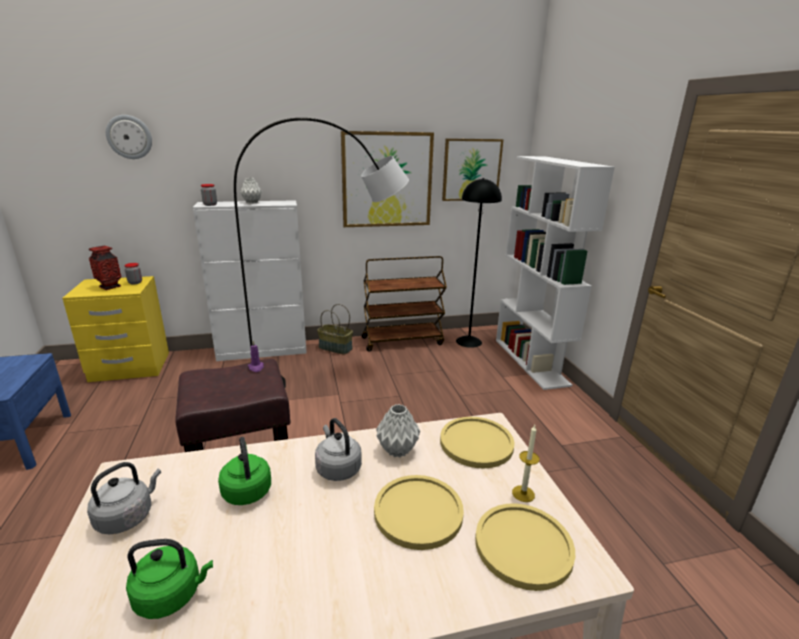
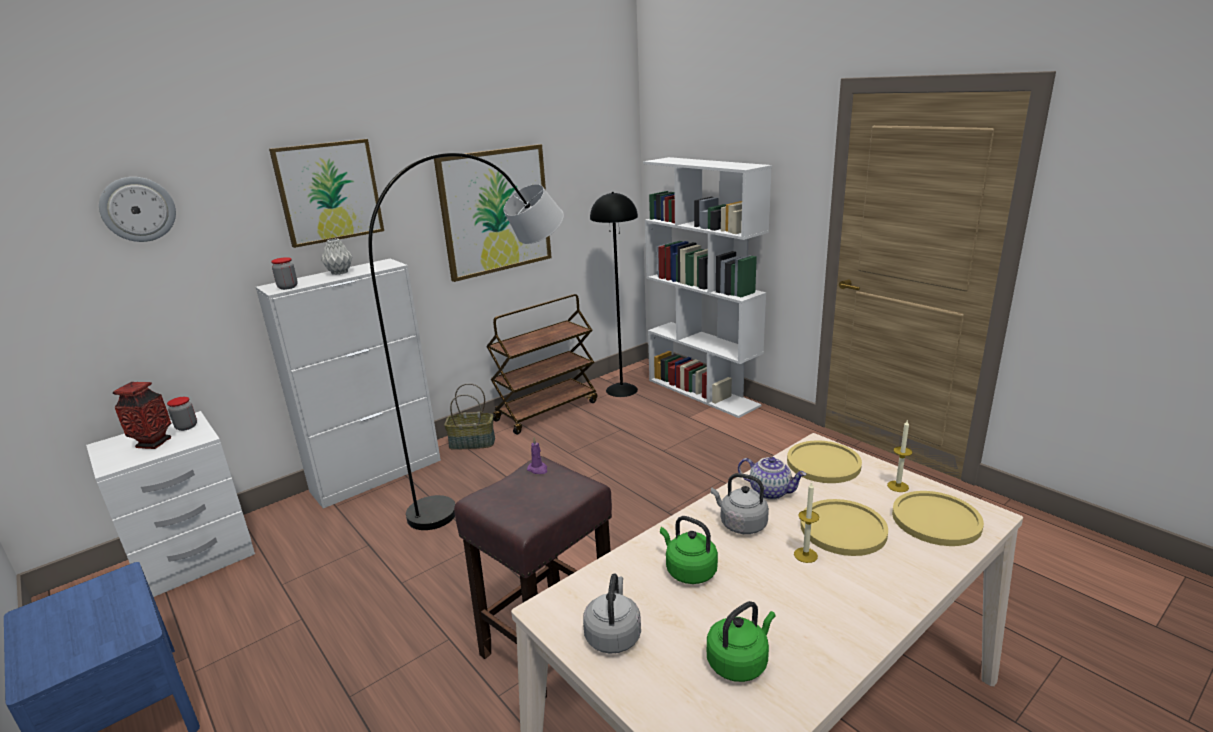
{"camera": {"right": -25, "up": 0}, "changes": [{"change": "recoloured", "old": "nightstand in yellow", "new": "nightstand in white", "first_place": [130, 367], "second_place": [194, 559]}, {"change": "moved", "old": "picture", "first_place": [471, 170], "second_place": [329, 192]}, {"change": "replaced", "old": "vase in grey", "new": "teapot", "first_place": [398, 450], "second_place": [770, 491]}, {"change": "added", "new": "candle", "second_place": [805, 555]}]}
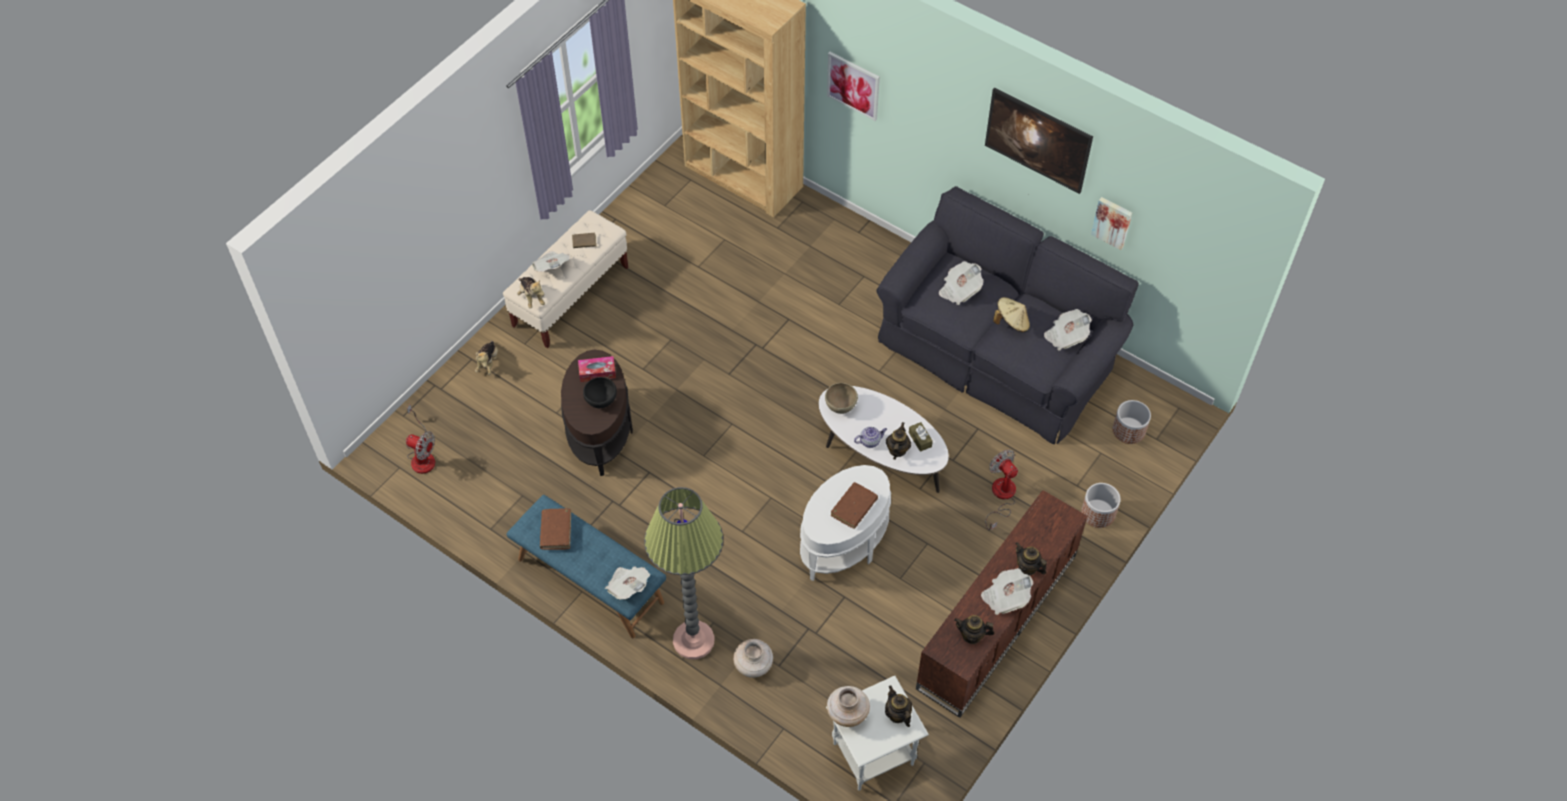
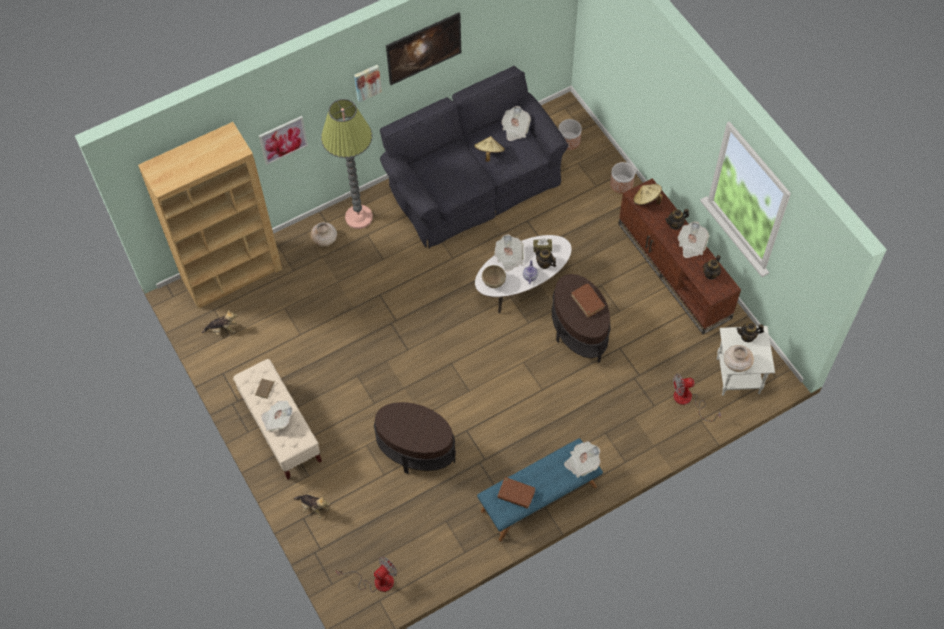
{"camera": {"right": -65, "up": 5}, "changes": [{"change": "moved", "old": "plush toy", "first_place": [531, 297], "second_place": [222, 329]}, {"change": "moved", "old": "vase in beige", "first_place": [753, 665], "second_place": [325, 240]}, {"change": "moved", "old": "floor lamp", "first_place": [693, 640], "second_place": [359, 217]}, {"change": "moved", "old": "picture", "first_place": [1112, 222], "second_place": [367, 82]}, {"change": "moved", "old": "newspaper", "first_place": [959, 290], "second_place": [509, 257]}, {"change": "recoloured", "old": "side table in white", "new": "side table in brown", "first_place": [844, 543], "second_place": [579, 332]}, {"change": "added", "new": "hat in beige", "second_place": [646, 200]}, {"change": "moved", "old": "fan", "first_place": [1001, 496], "second_place": [688, 400]}, {"change": "removed", "old": "tissue box", "first_place": [597, 372]}, {"change": "removed", "old": "bowl in black", "first_place": [601, 401]}]}
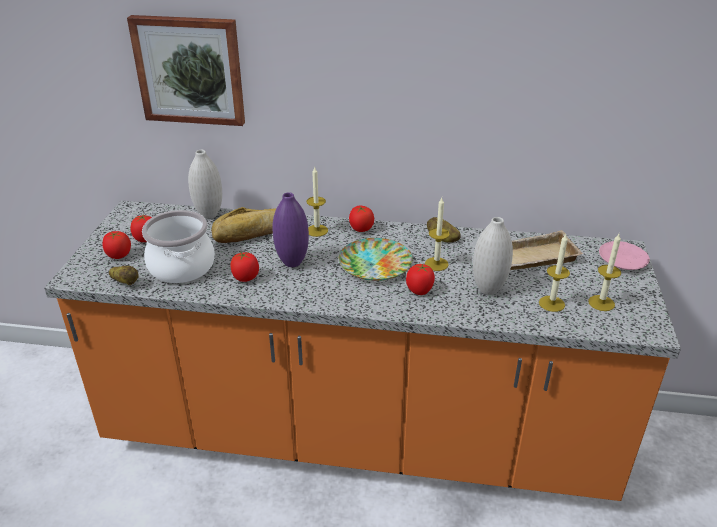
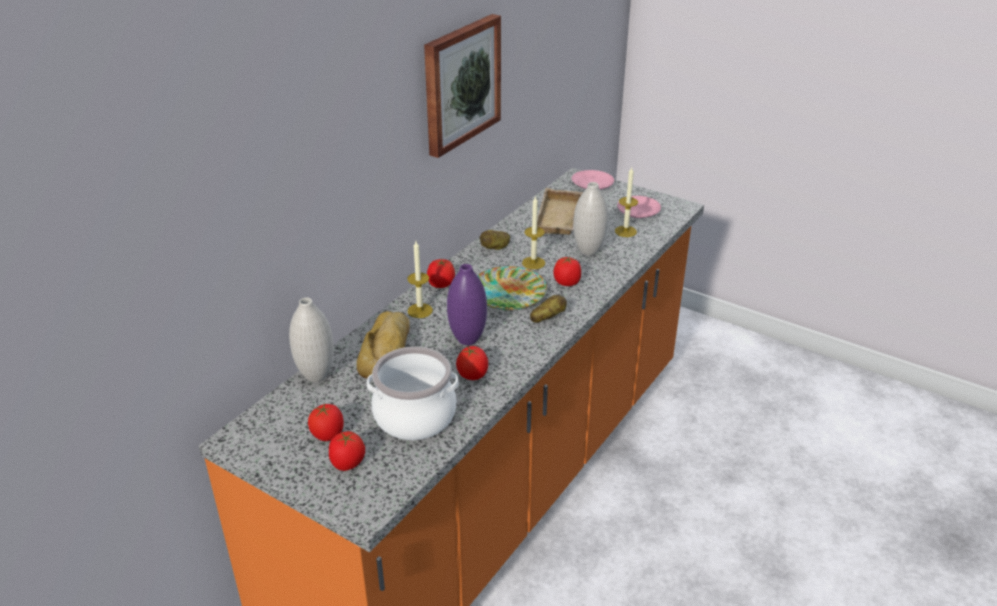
{"camera": {"right": -65, "up": 0}, "changes": [{"change": "moved", "old": "picture", "first_place": [190, 70], "second_place": [460, 84]}, {"change": "moved", "old": "potato", "first_place": [126, 282], "second_place": [547, 318]}, {"change": "replaced", "old": "candle", "new": "plate in pink", "first_place": [601, 303], "second_place": [638, 212]}]}
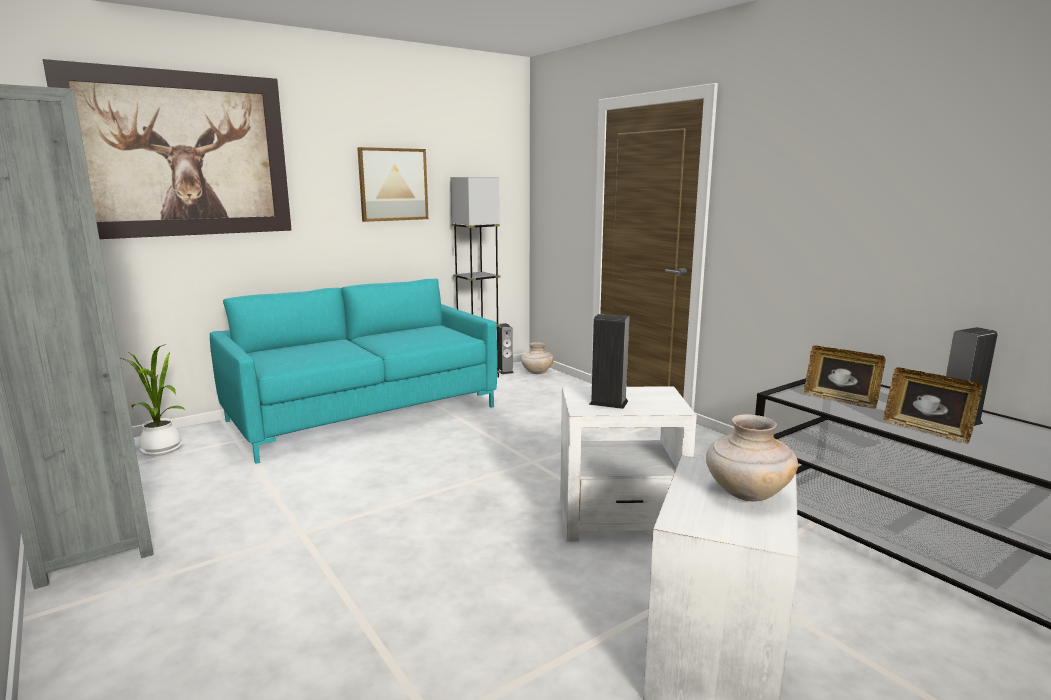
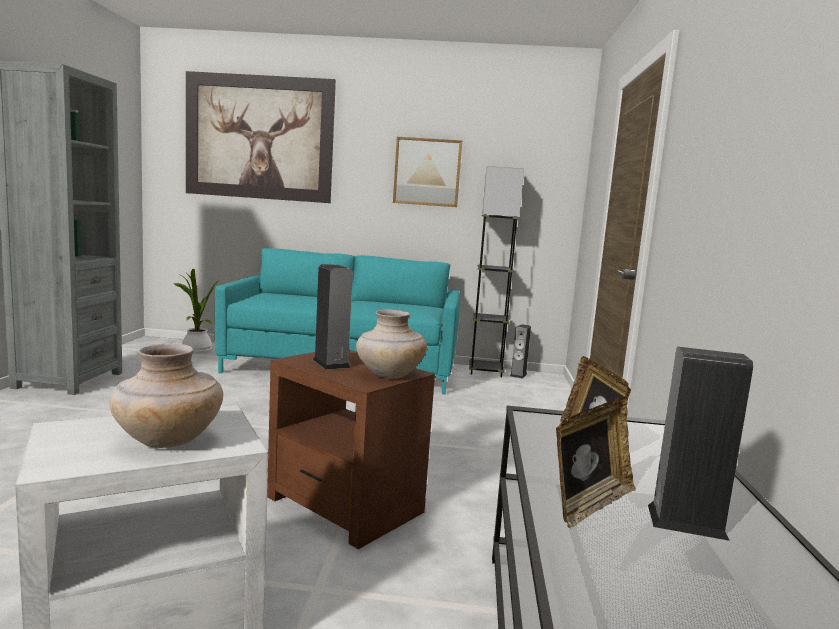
{"camera": {"right": 40, "up": -5}, "changes": [{"change": "recoloured", "old": "side table in white", "new": "side table in brown", "first_place": [621, 518], "second_place": [345, 505]}, {"change": "moved", "old": "vase in beige", "first_place": [537, 372], "second_place": [389, 375]}, {"change": "turned", "old": "picture frame", "first_place": [926, 431], "second_place": [589, 504], "degrees": -135}]}
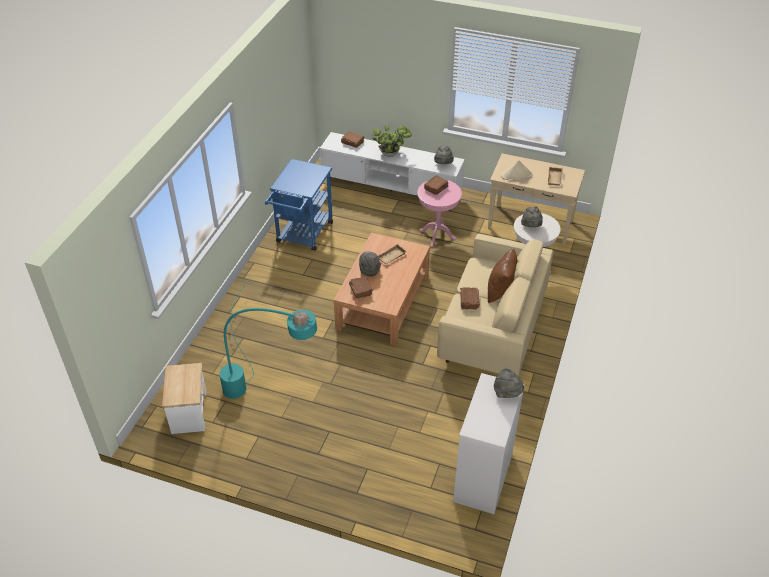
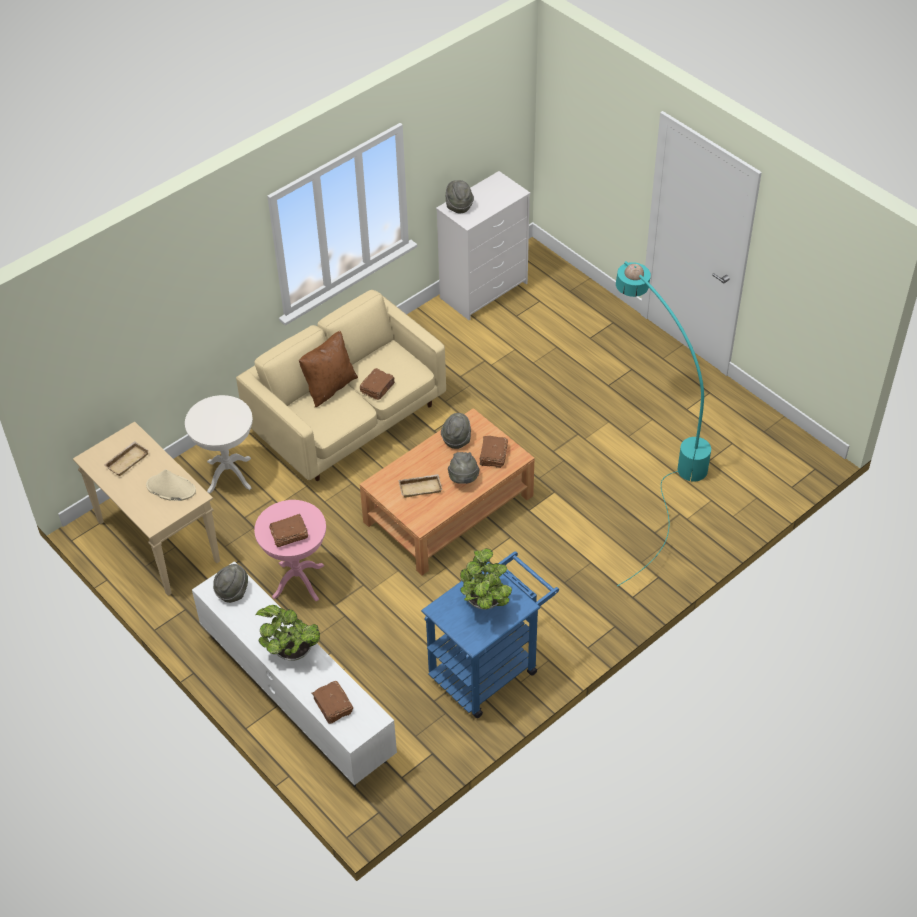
{"camera": {"right": -150, "up": 5}, "changes": [{"change": "moved", "old": "hat in grey", "first_place": [531, 226], "second_place": [456, 439]}, {"change": "added", "new": "potted plant", "second_place": [485, 604]}, {"change": "removed", "old": "side table", "first_place": [190, 412]}]}
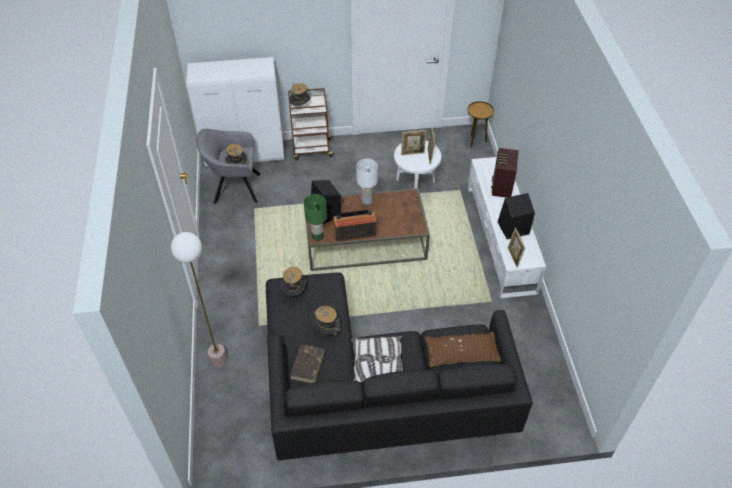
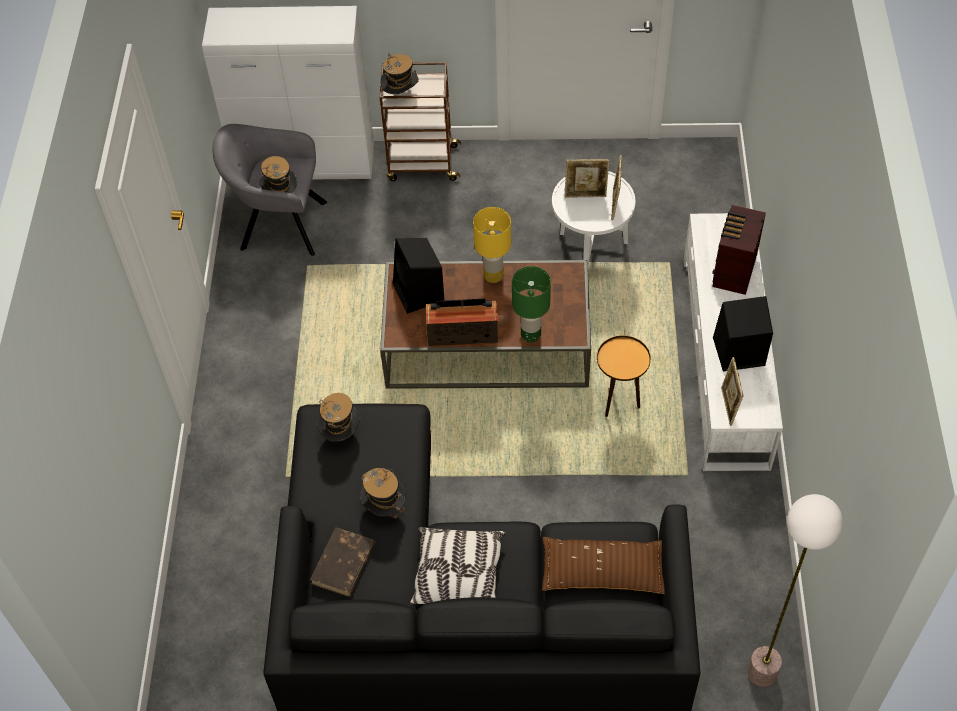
{"camera": {"right": 10, "up": 5}, "changes": [{"change": "recoloured", "old": "table lamp in white", "new": "table lamp in yellow", "first_place": [366, 200], "second_place": [492, 275]}, {"change": "moved", "old": "table lamp in green", "first_place": [317, 236], "second_place": [530, 334]}, {"change": "moved", "old": "side table in brown", "first_place": [476, 141], "second_place": [619, 404]}, {"change": "moved", "old": "floor lamp", "first_place": [218, 360], "second_place": [761, 672]}]}
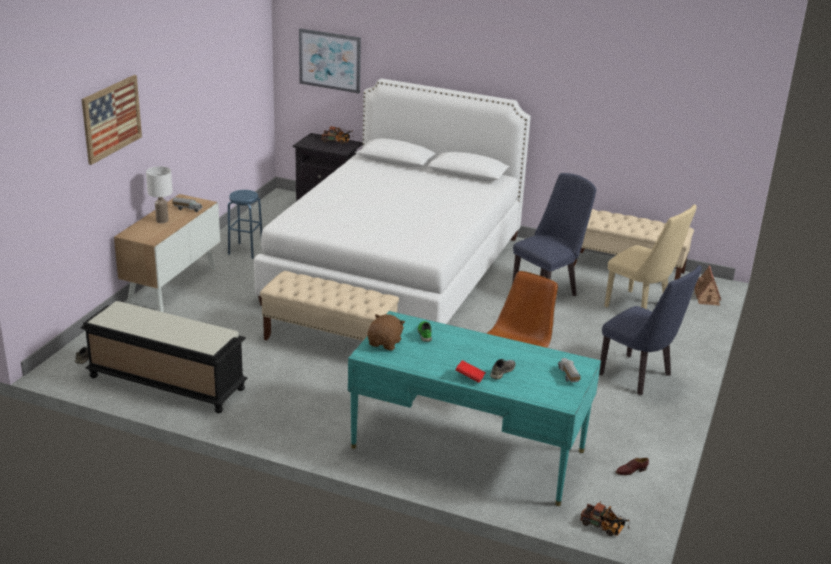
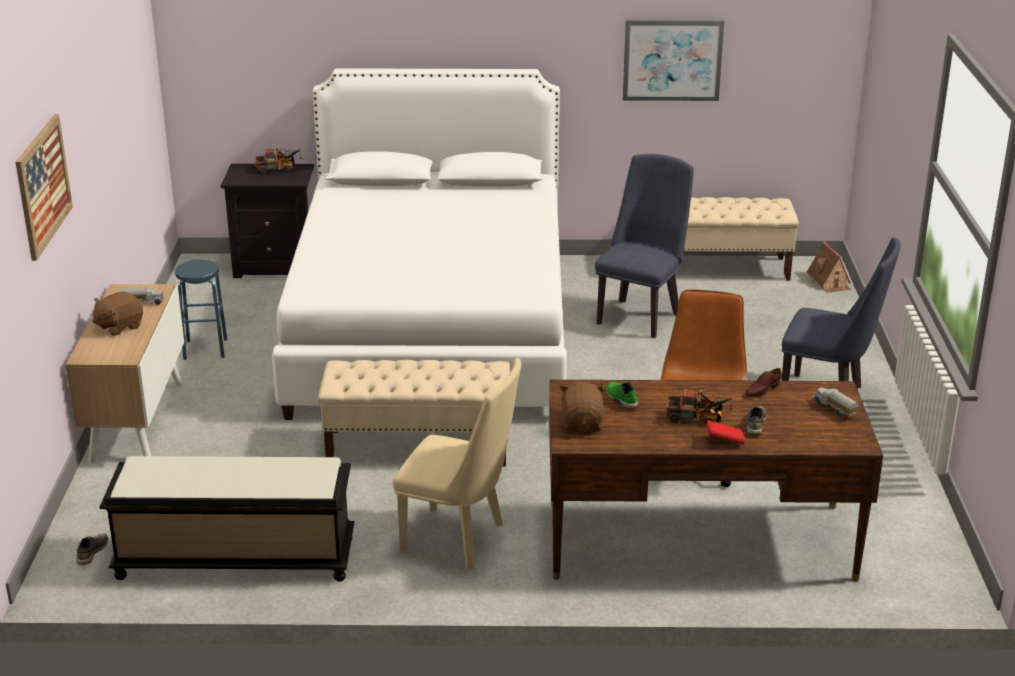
{"camera": {"right": -20, "up": 0}, "changes": [{"change": "replaced", "old": "table lamp in white", "new": "plush toy in brown", "first_place": [162, 220], "second_place": [119, 327]}, {"change": "moved", "old": "chair in beige", "first_place": [641, 308], "second_place": [461, 540]}, {"change": "recoloured", "old": "desk in turquoise", "new": "desk in brown", "first_place": [468, 449], "second_place": [699, 541]}, {"change": "moved", "old": "picture", "first_place": [330, 60], "second_place": [672, 60]}, {"change": "moved", "old": "toy truck", "first_place": [604, 527], "second_place": [698, 419]}, {"change": "moved", "old": "shoe in brown", "first_place": [631, 471], "second_place": [762, 390]}]}
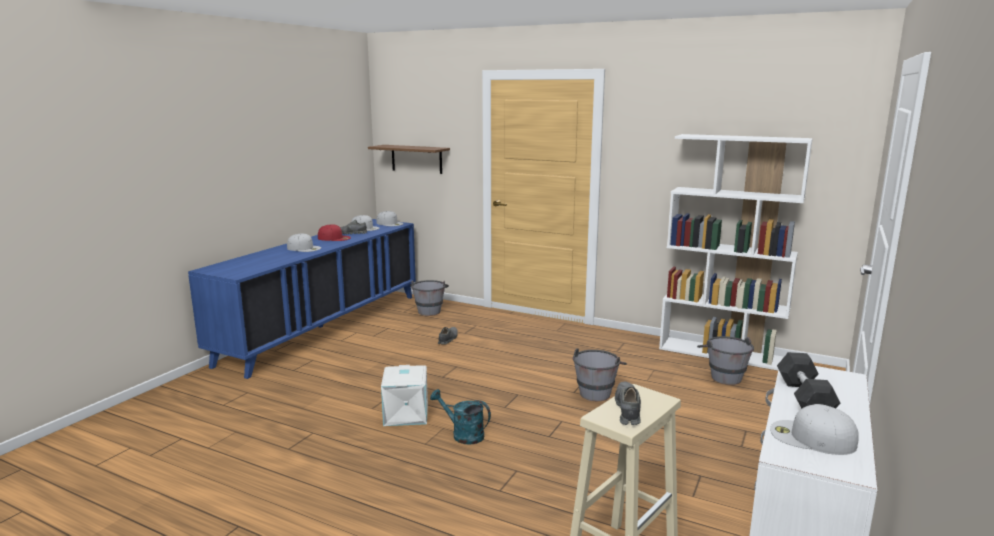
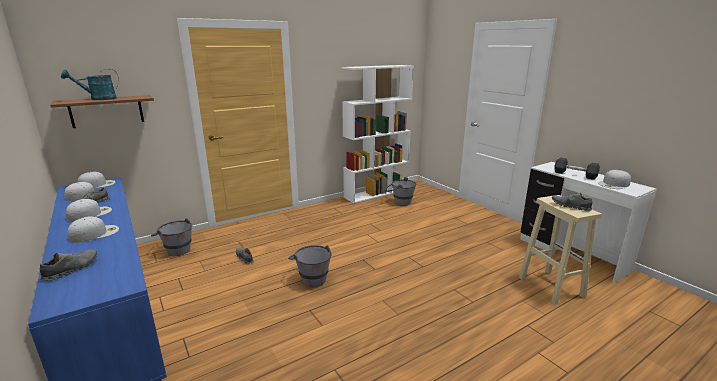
{"camera": {"right": -60, "up": 5}, "changes": [{"change": "added", "new": "shoe in grey", "second_place": [71, 269]}, {"change": "moved", "old": "watering can in turquoise", "first_place": [463, 434], "second_place": [98, 99]}, {"change": "recoloured", "old": "cap in red", "new": "cap in white", "first_place": [334, 238], "second_place": [90, 213]}, {"change": "moved", "old": "bucket in grey", "first_place": [597, 391], "second_place": [311, 277]}, {"change": "removed", "old": "storage box in white", "first_place": [407, 414]}]}
